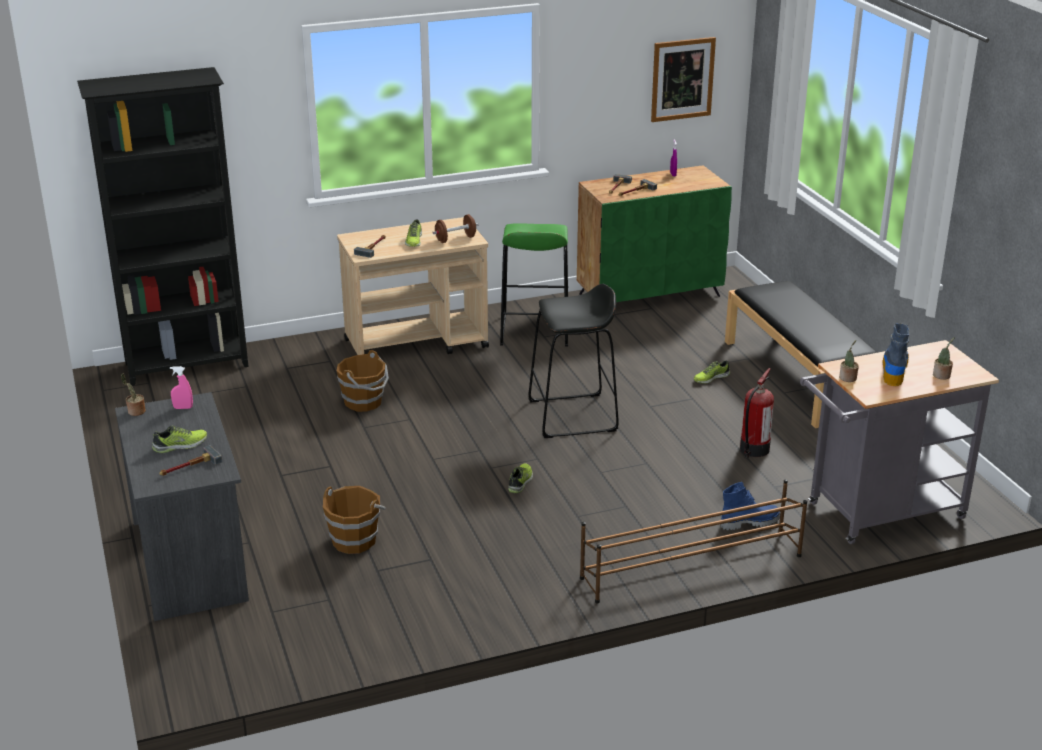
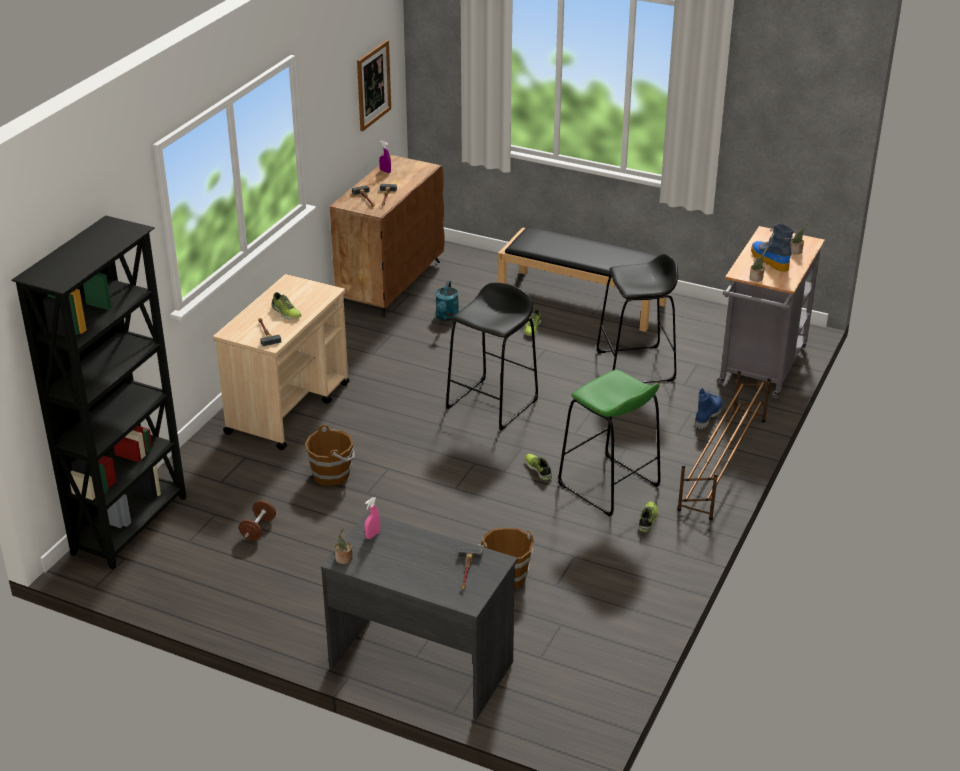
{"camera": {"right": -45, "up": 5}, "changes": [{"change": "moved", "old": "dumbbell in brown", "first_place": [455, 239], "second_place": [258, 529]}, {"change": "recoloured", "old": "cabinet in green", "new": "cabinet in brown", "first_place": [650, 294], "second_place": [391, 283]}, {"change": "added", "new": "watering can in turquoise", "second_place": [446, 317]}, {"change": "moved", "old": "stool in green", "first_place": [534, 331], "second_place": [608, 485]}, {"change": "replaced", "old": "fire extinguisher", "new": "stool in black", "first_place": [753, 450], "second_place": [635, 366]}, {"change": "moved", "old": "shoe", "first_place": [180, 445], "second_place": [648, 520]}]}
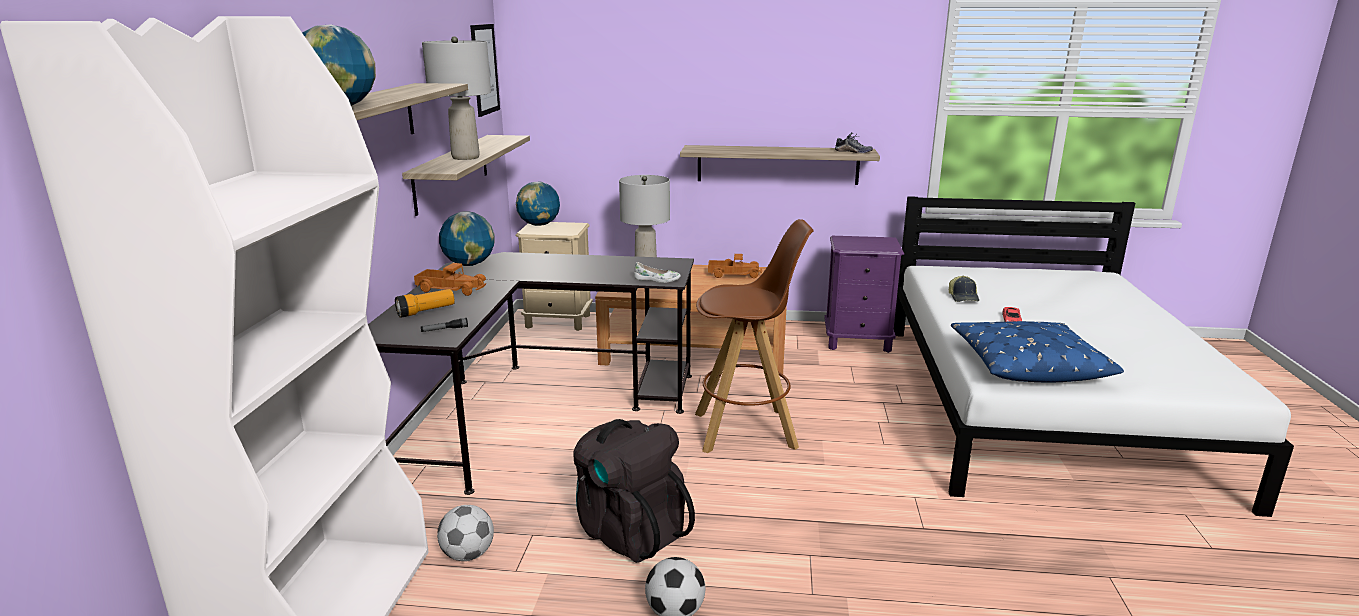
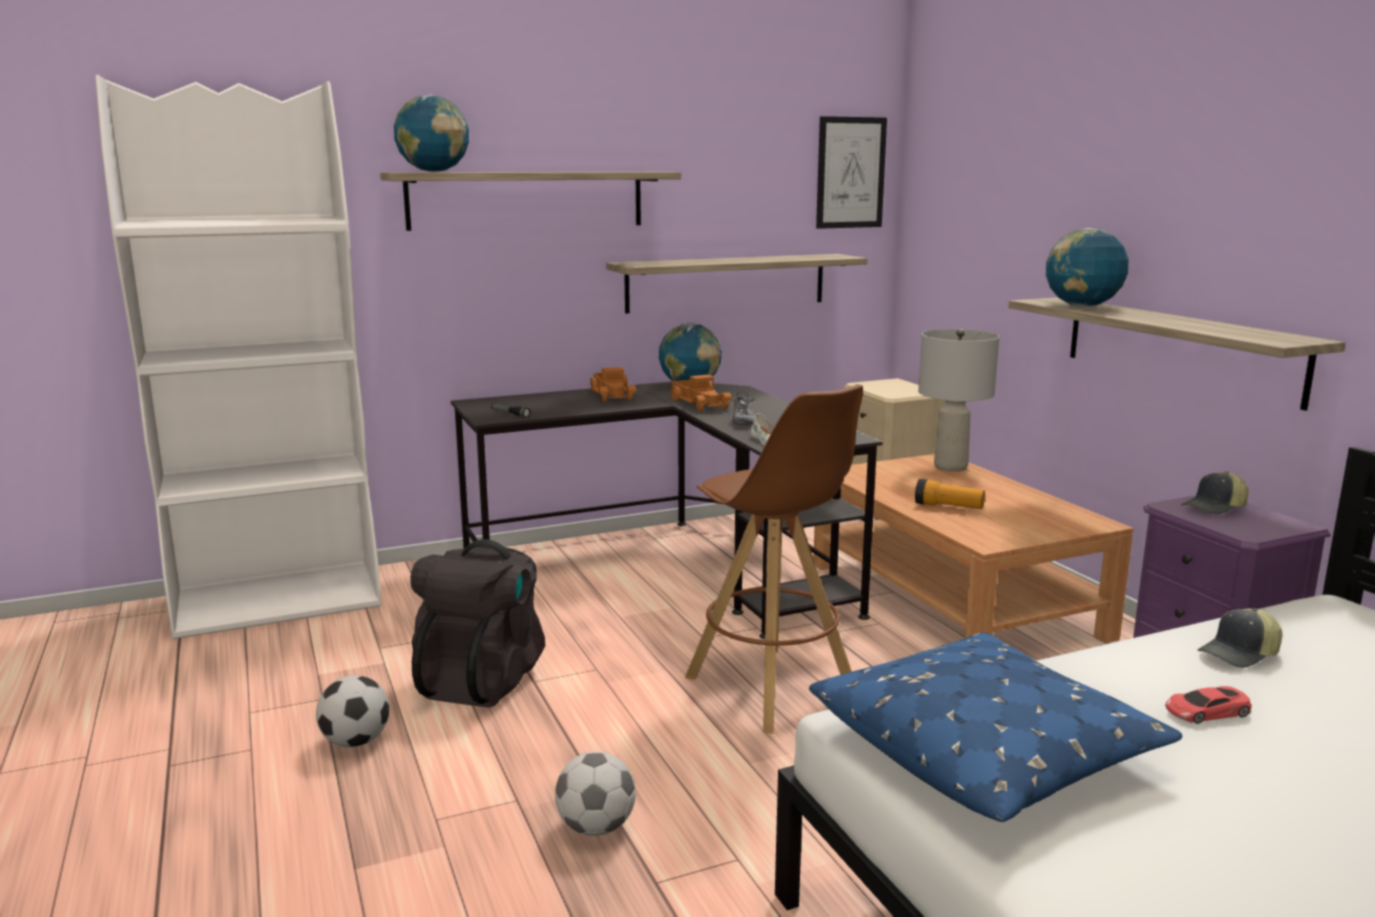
{"camera": {"right": 60, "up": -5}, "changes": [{"change": "moved", "old": "football", "first_place": [468, 555], "second_place": [596, 827]}, {"change": "moved", "old": "toy truck", "first_place": [734, 274], "second_place": [700, 404]}, {"change": "moved", "old": "shoe", "first_place": [853, 152], "second_place": [743, 421]}, {"change": "moved", "old": "flashlight", "first_place": [426, 311], "second_place": [948, 507]}, {"change": "moved", "old": "globe", "first_place": [539, 225], "second_place": [1082, 306]}, {"change": "added", "new": "cap", "second_place": [1215, 508]}, {"change": "removed", "old": "table lamp in grey", "first_place": [465, 157]}]}
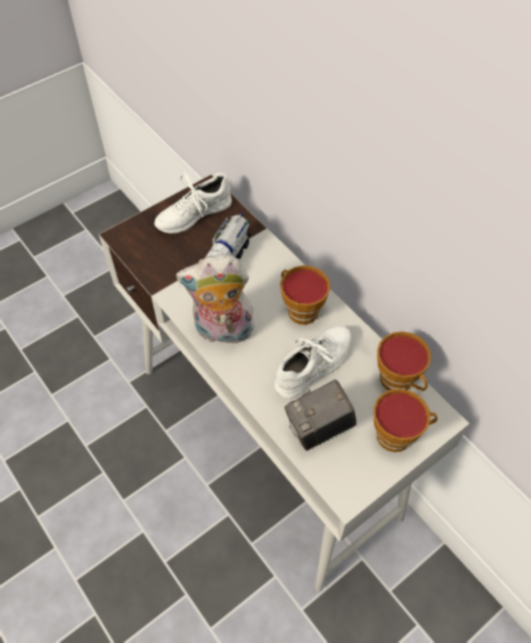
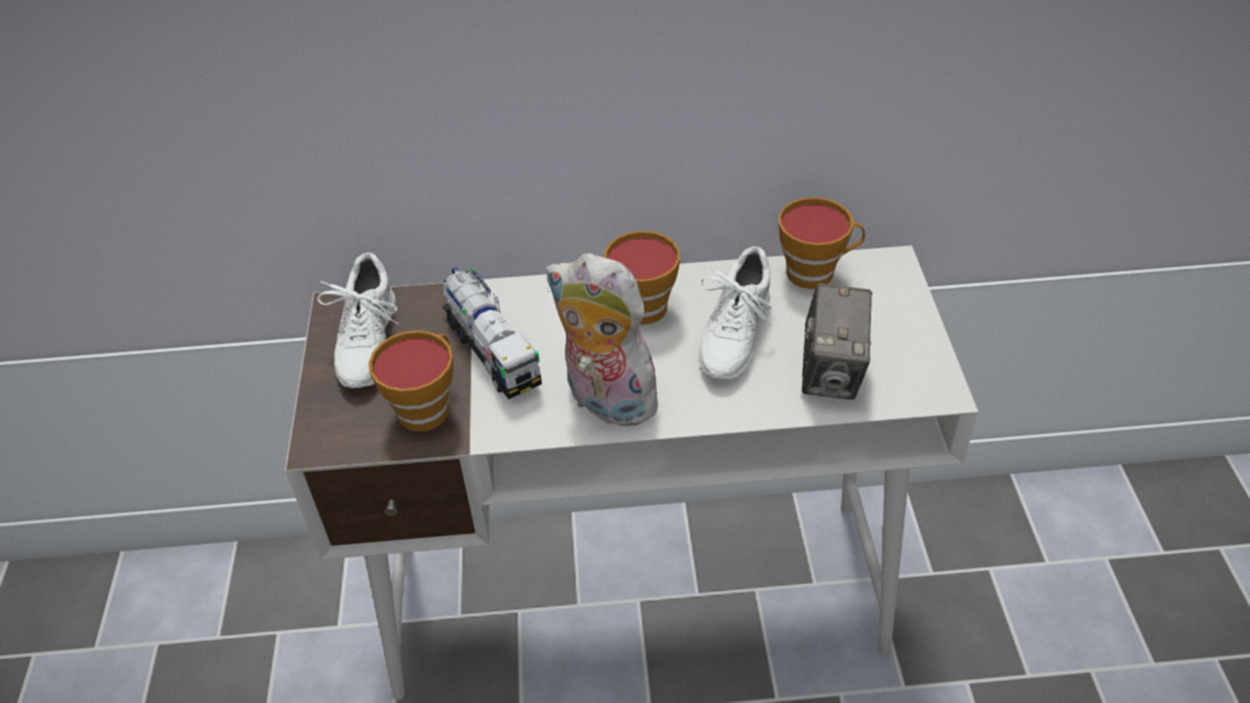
{"camera": {"right": -55, "up": -10}, "changes": [{"change": "moved", "old": "cup", "first_place": [398, 435], "second_place": [426, 406]}, {"change": "turned", "old": "plush toy", "first_place": [222, 332], "second_place": [605, 401], "degrees": 90}, {"change": "turned", "old": "shoe in white", "first_place": [314, 365], "second_place": [734, 335], "degrees": -150}]}
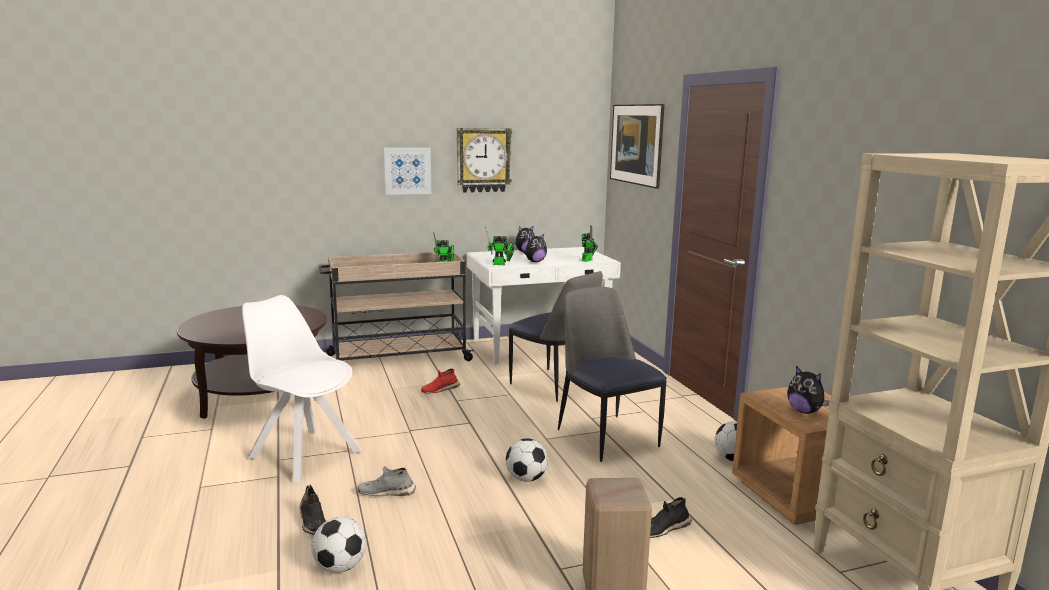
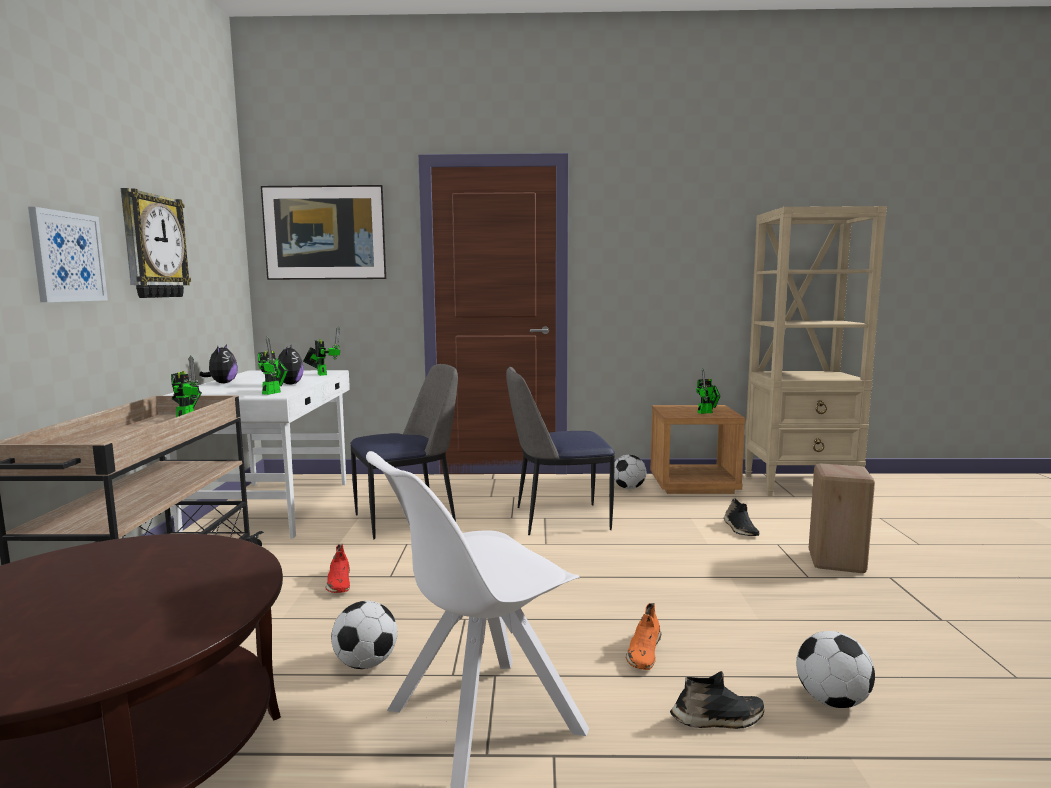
{"camera": {"right": -70, "up": -5}, "changes": [{"change": "moved", "old": "football", "first_place": [526, 479], "second_place": [366, 663]}, {"change": "recoloured", "old": "shoe in grey", "new": "shoe in orange", "first_place": [386, 492], "second_place": [644, 652]}, {"change": "replaced", "old": "plush toy", "new": "toy robot", "first_place": [805, 411], "second_place": [707, 412]}]}
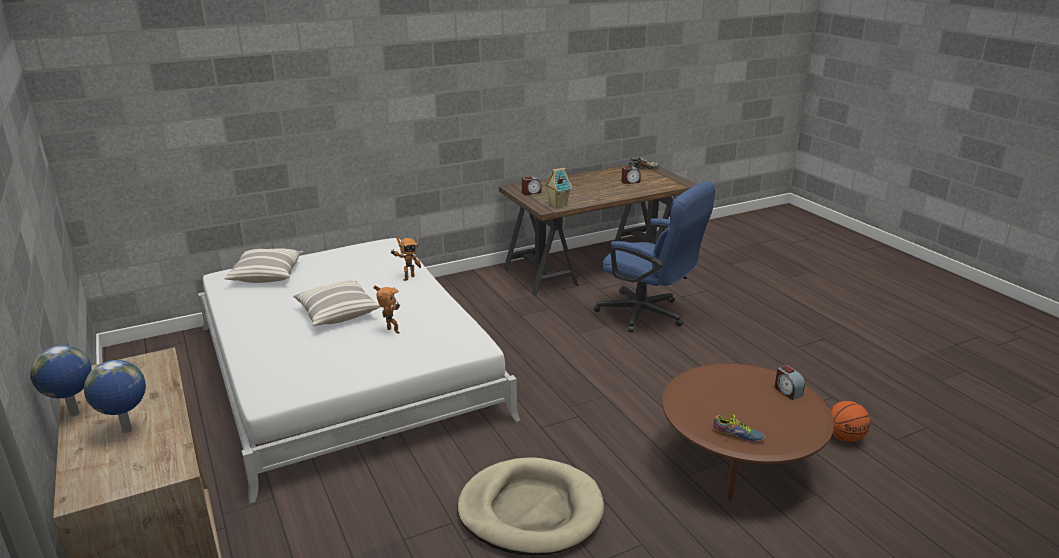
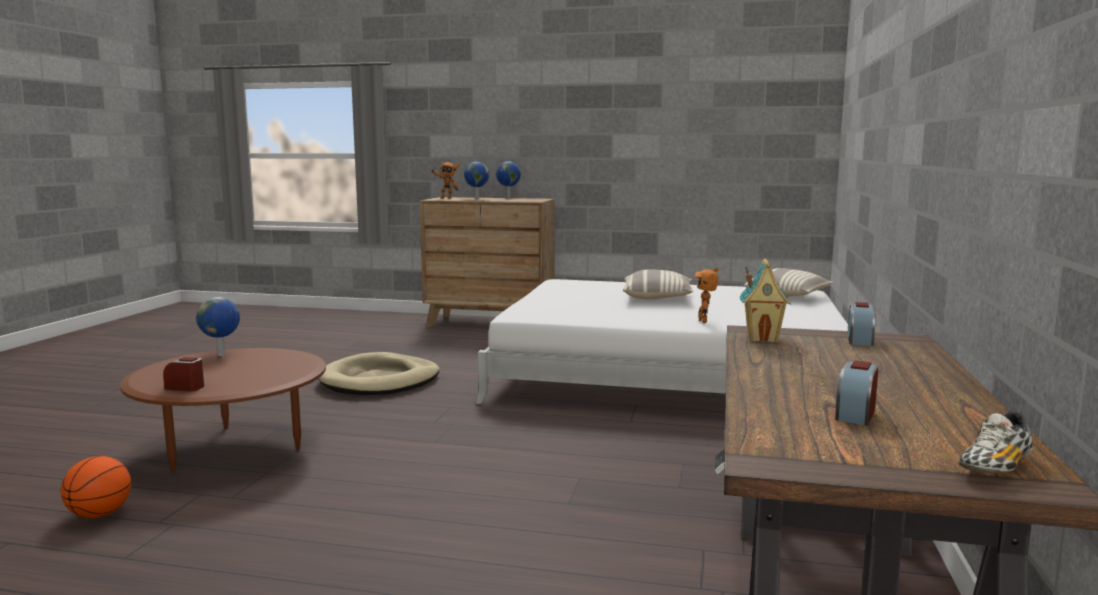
{"camera": {"right": 130, "up": -15}, "changes": [{"change": "replaced", "old": "shoe", "new": "globe", "first_place": [737, 436], "second_place": [221, 355]}, {"change": "moved", "old": "toy robot", "first_place": [391, 332], "second_place": [445, 198]}, {"change": "removed", "old": "office chair in blue", "first_place": [648, 315]}]}
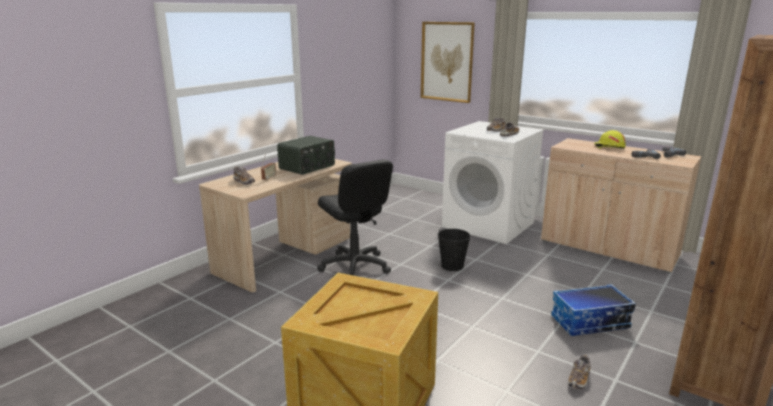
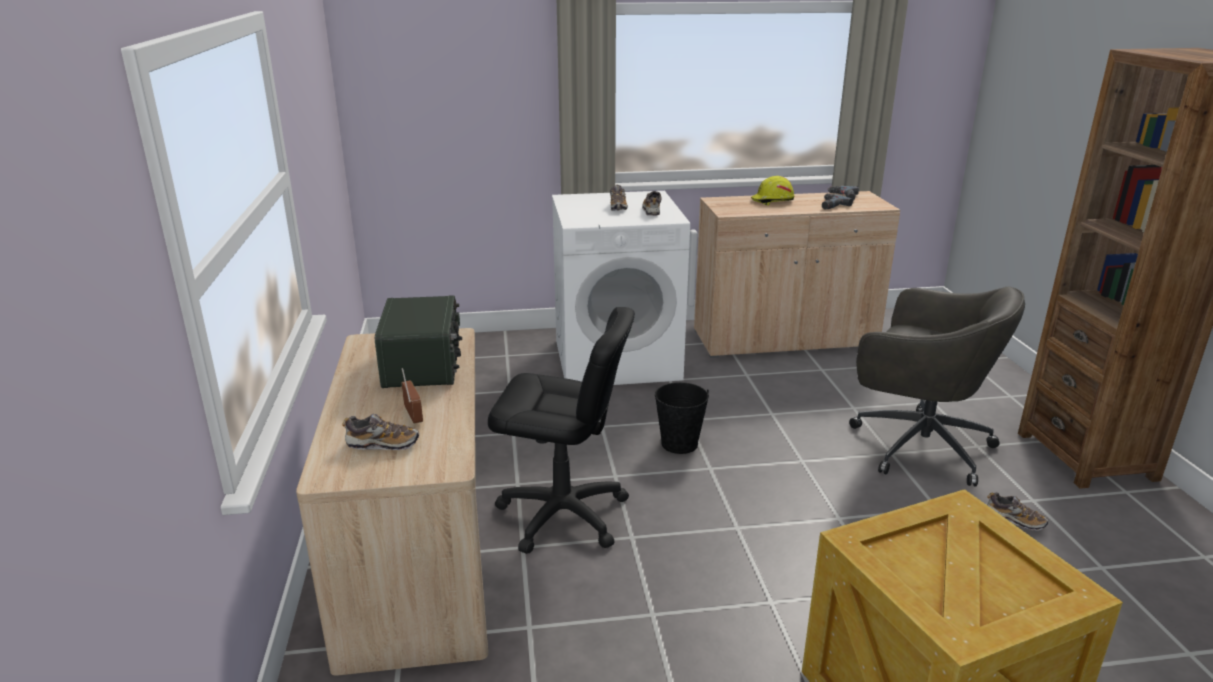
{"camera": {"right": -45, "up": 5}, "changes": [{"change": "replaced", "old": "storage box", "new": "office chair in grey", "first_place": [590, 323], "second_place": [917, 445]}, {"change": "turned", "old": "shoe", "first_place": [579, 379], "second_place": [1014, 520], "degrees": -45}, {"change": "removed", "old": "picture", "first_place": [447, 61]}]}
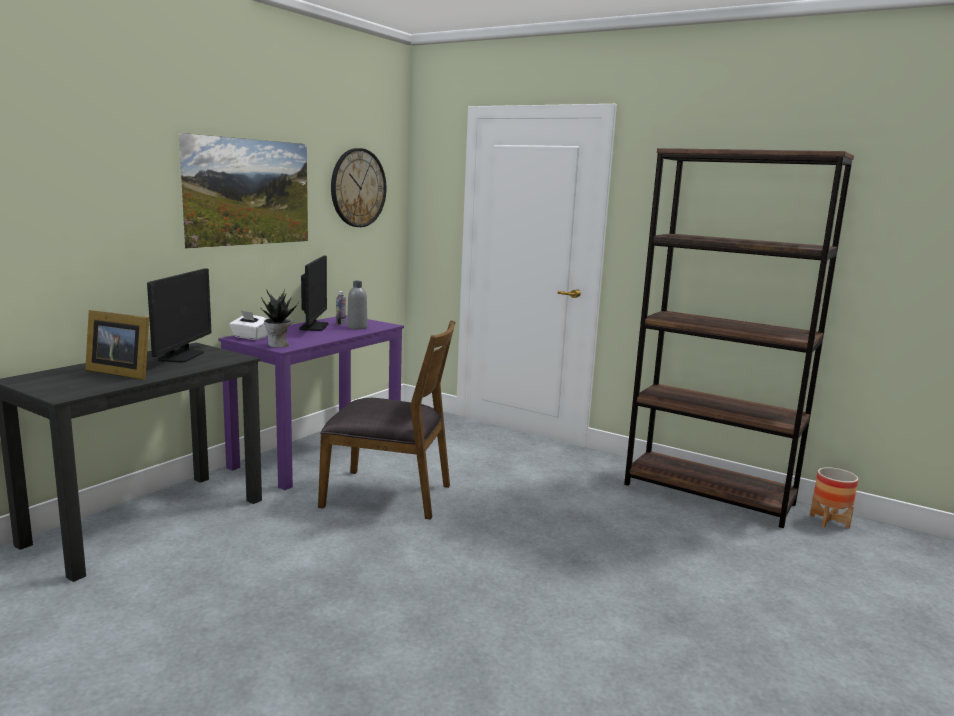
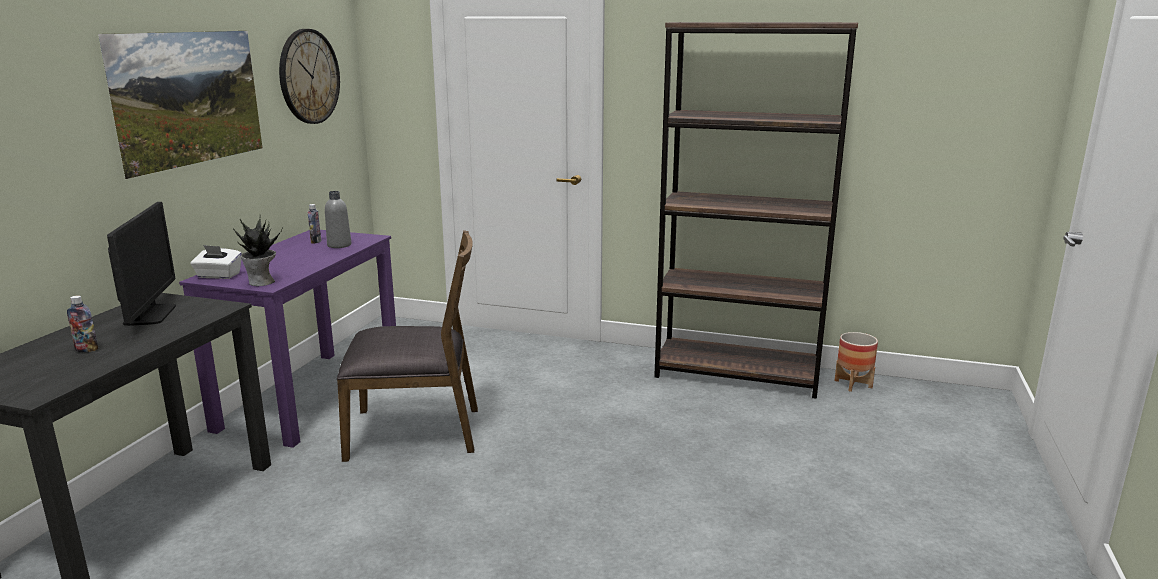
{"camera": {"right": -15, "up": 5}, "changes": [{"change": "replaced", "old": "picture frame", "new": "bottle", "first_place": [120, 372], "second_place": [86, 350]}, {"change": "removed", "old": "monitor", "first_place": [314, 326]}]}
